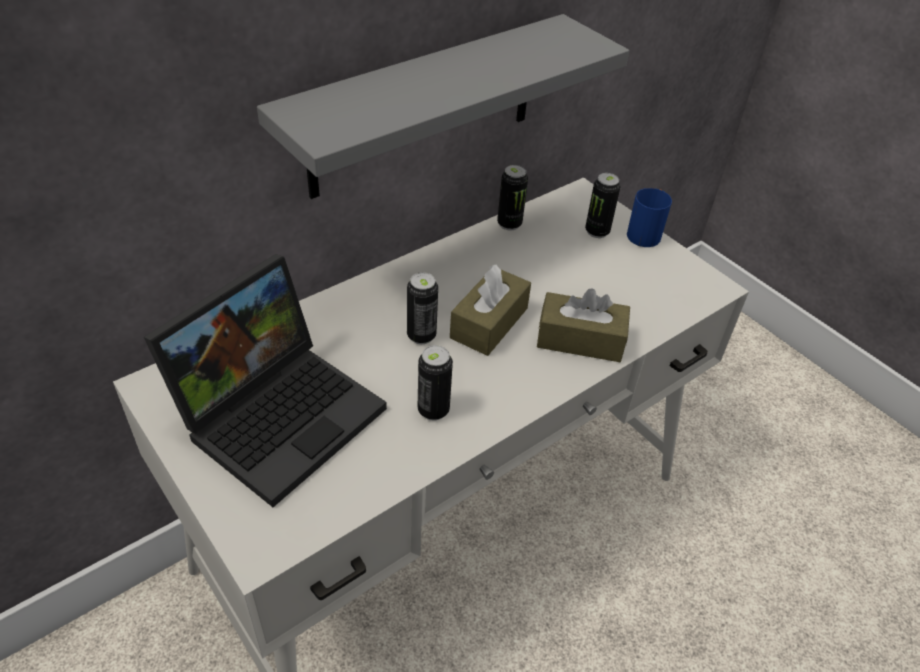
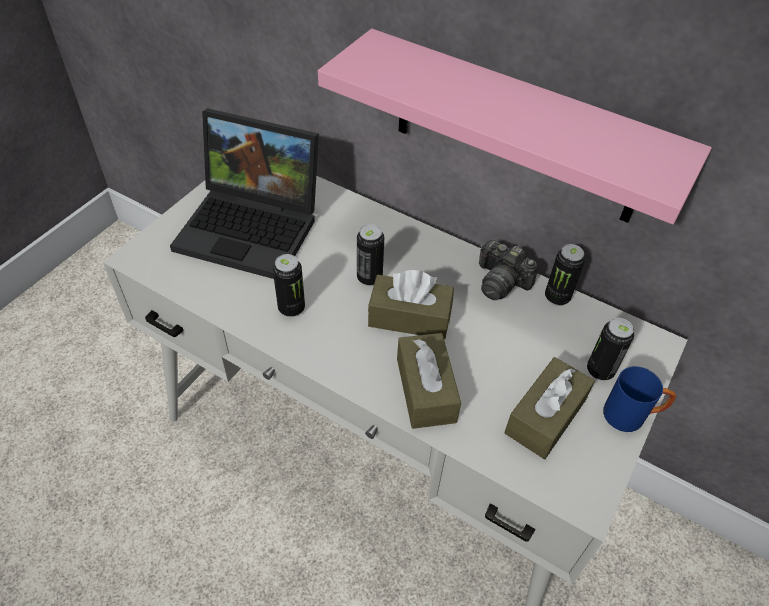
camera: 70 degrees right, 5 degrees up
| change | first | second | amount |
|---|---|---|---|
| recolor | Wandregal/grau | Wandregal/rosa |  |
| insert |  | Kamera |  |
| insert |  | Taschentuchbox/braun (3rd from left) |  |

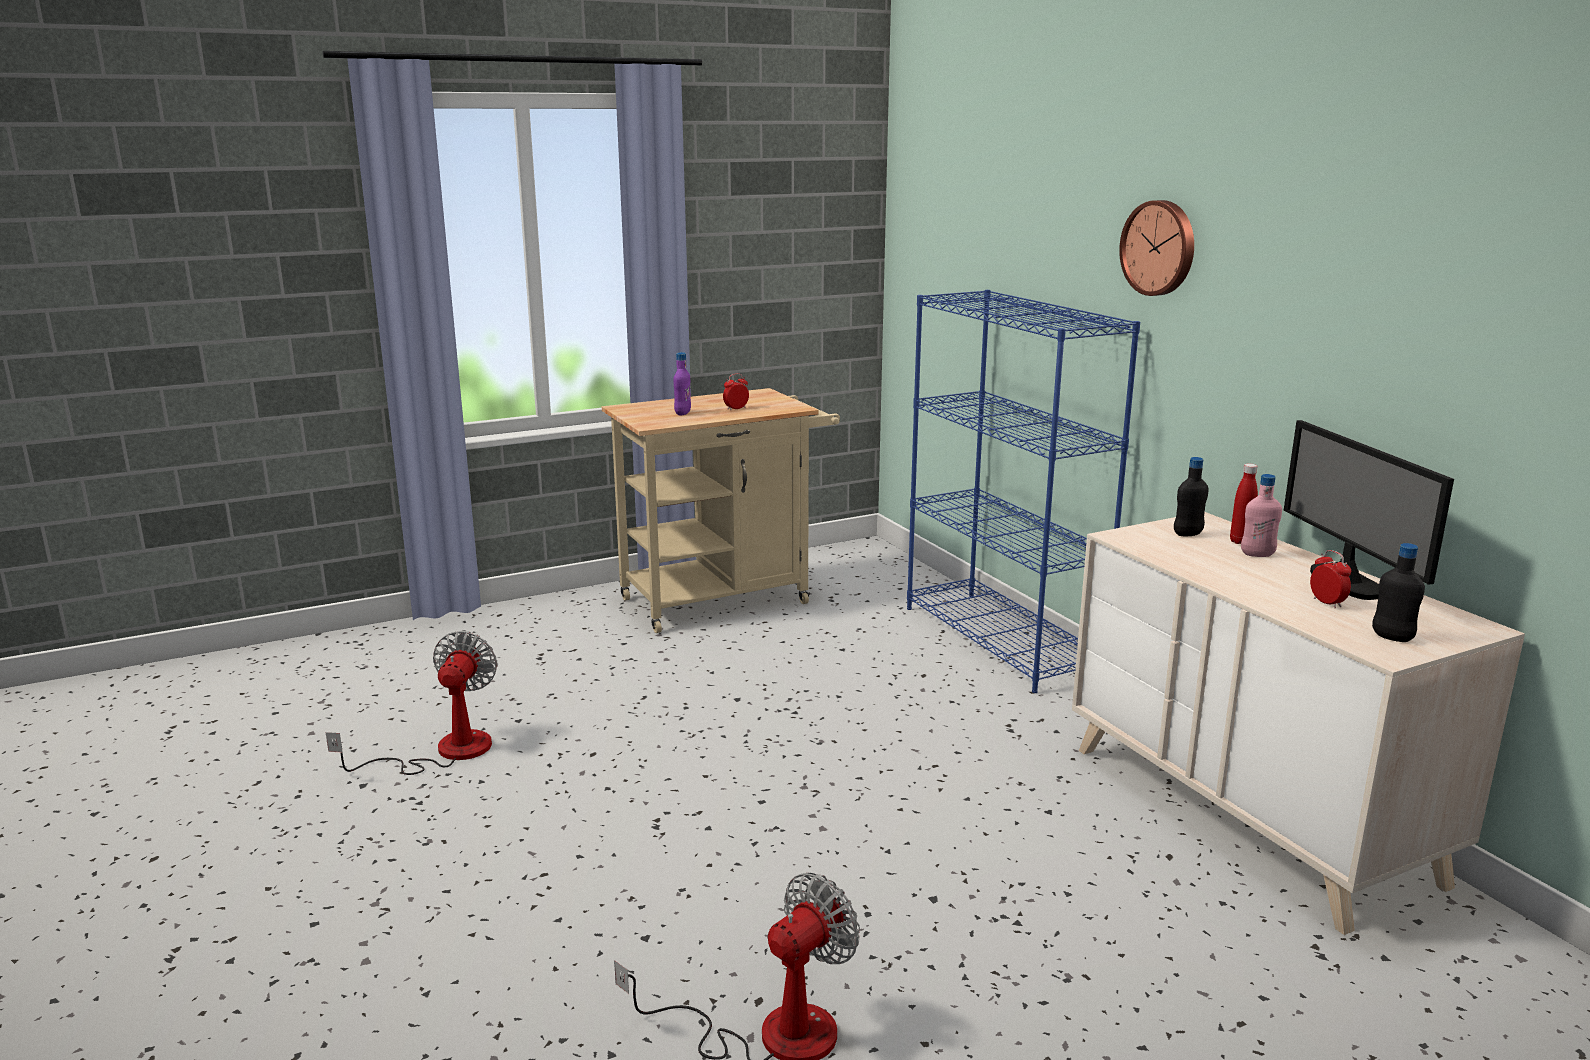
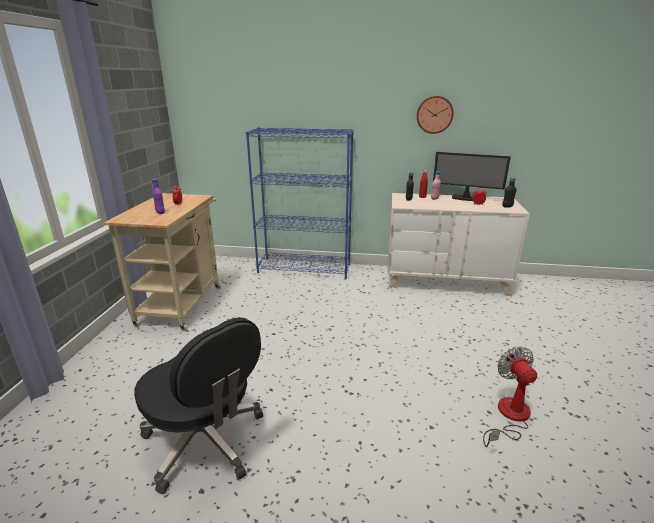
camera: 55 degrees left, 5 degrees up
| change | first | second | amount |
|---|---|---|---|
| replace | Ventilator (1st from left) | Bürostuhl/schwarz |  |
| move | Wanduhr |  |  |

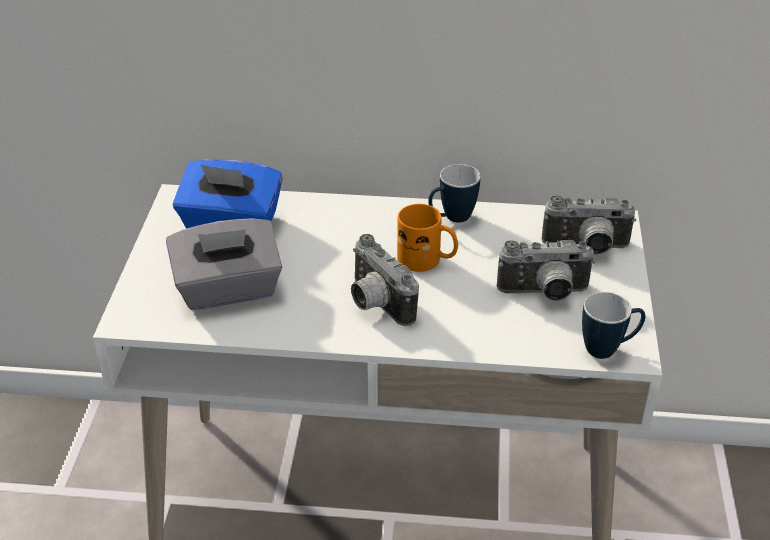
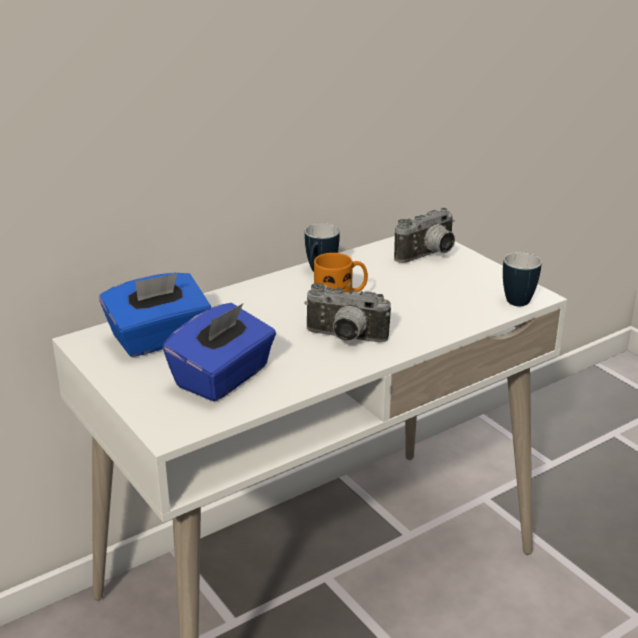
camera: 40 degrees left, 10 degrees down
| change | first | second | amount |
|---|---|---|---|
| recolor | Taschentuchbox/grau | Taschentuchbox/blau (2nd from left) |  |
| delete | Kamera (2nd from left) |  |  |

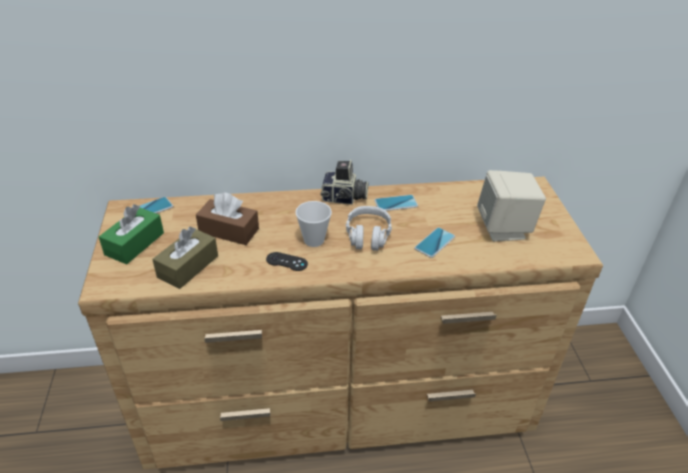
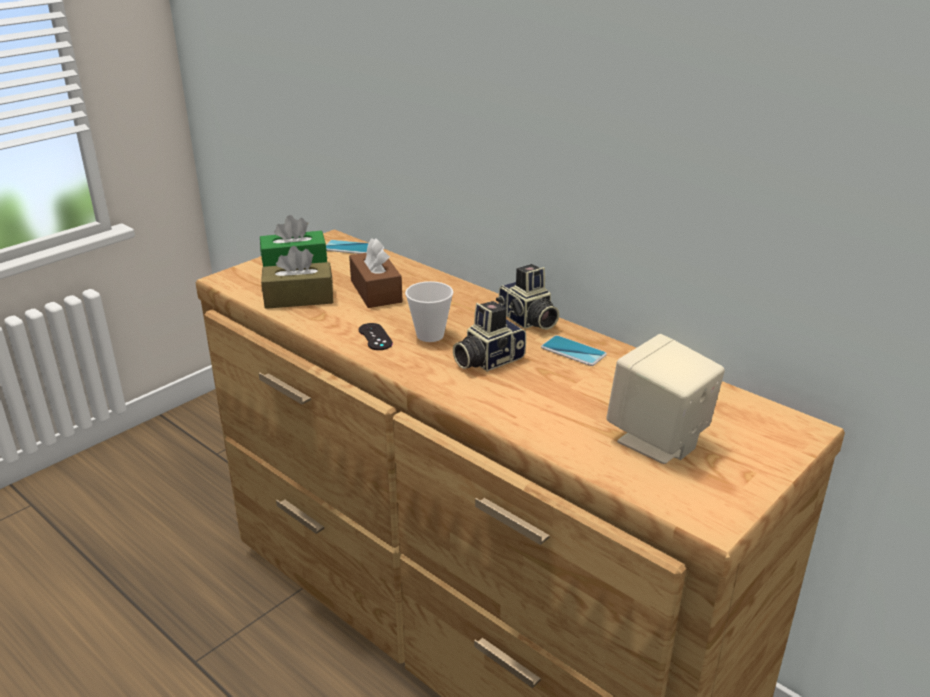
camera: 50 degrees right, 10 degrees down
| change | first | second | amount |
|---|---|---|---|
| replace | Kopfhörer/grau | Kamera (1st from left) |  |
| delete | Handy (3rd from left) |  |  |

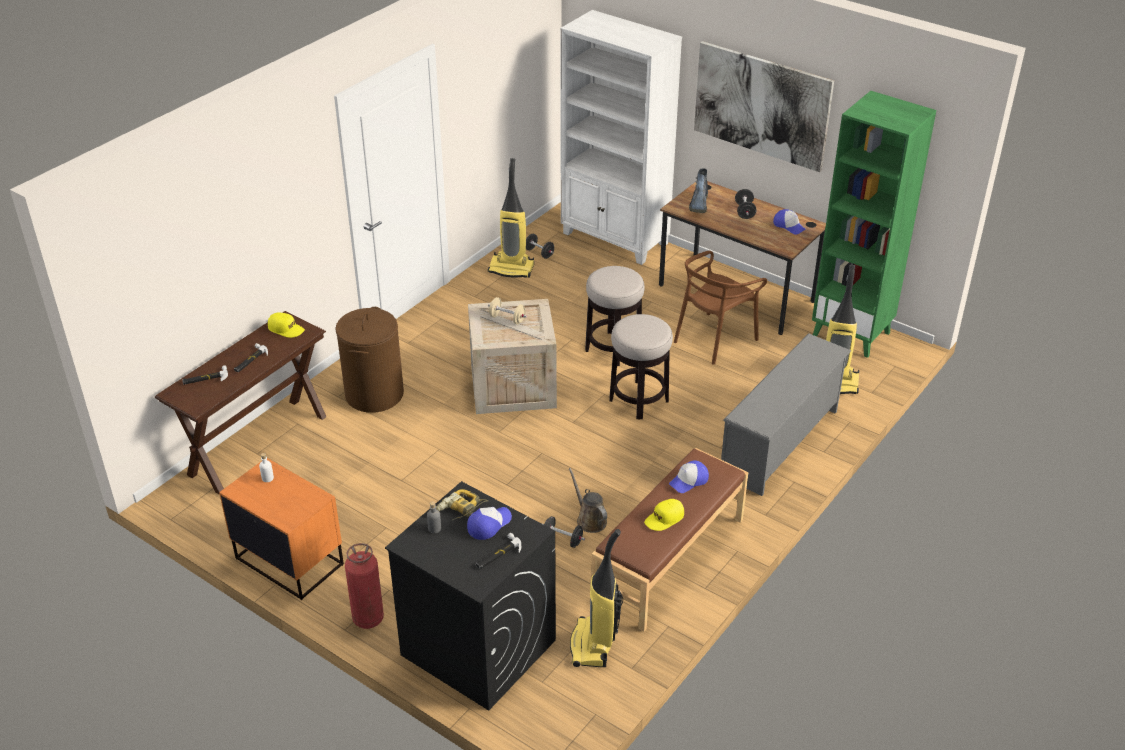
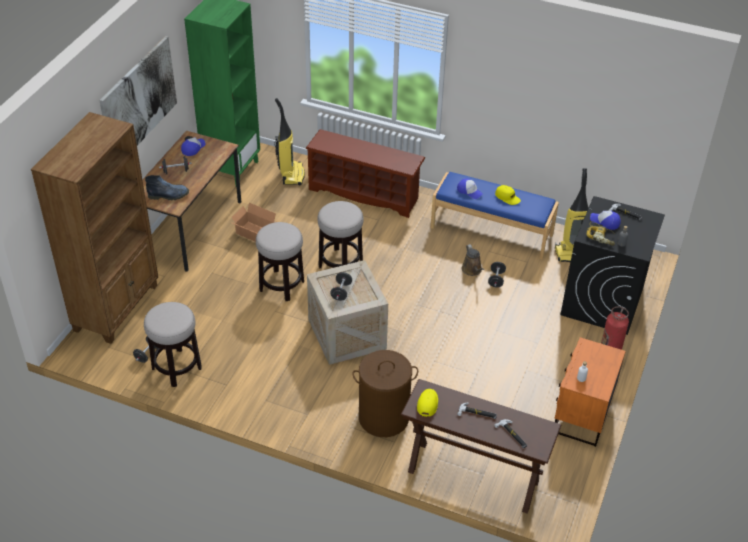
camera: 105 degrees left, 5 degrees up
| change | first | second | amount |
|---|---|---|---|
| recolor | Bücherregal/weiß | Bücherregal/braun |  |
| replace | Staubsauger (1st from left) | Hocker (1st from left) |  |
| replace | Stuhl/braun | Karton |  |
| recolor | Schuhregal/grau | Schuhregal/braun |  |
| recolor | Hantel/beige | Hantel/schwarz (3rd from left) |  |
| recolor | Bank/braun | Bank/blau |  |
| rotate | Gießkanne/braun |  | 60 degrees counterclockwise |

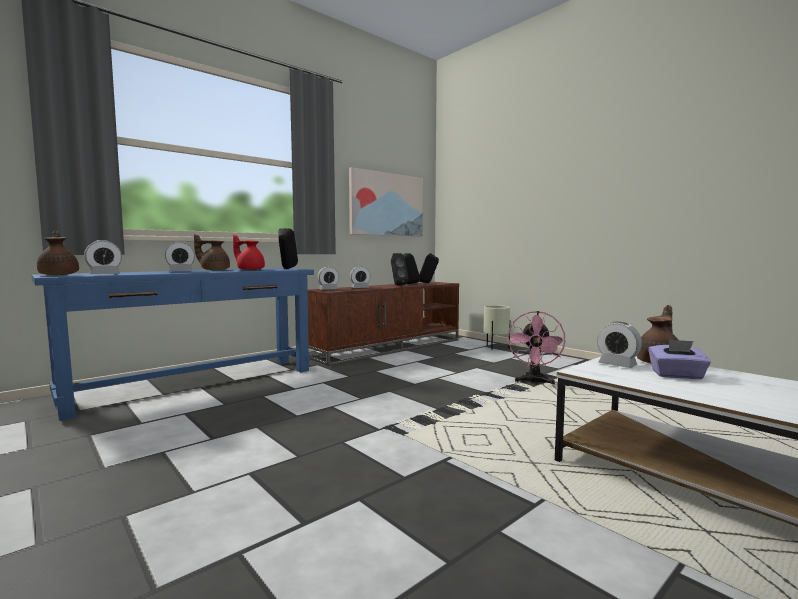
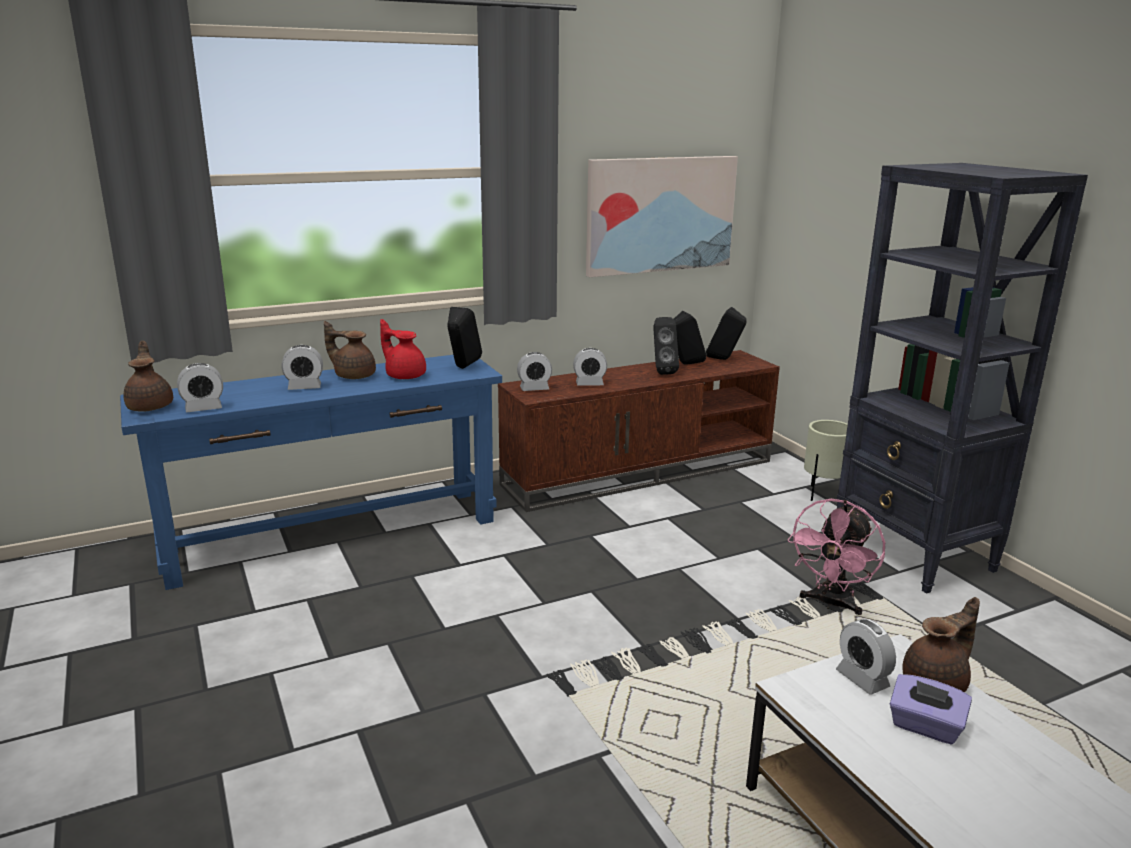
camera: 15 degrees right, 15 degrees up
| change | first | second | amount |
|---|---|---|---|
| insert |  | Bücherregal/schwarz |  |

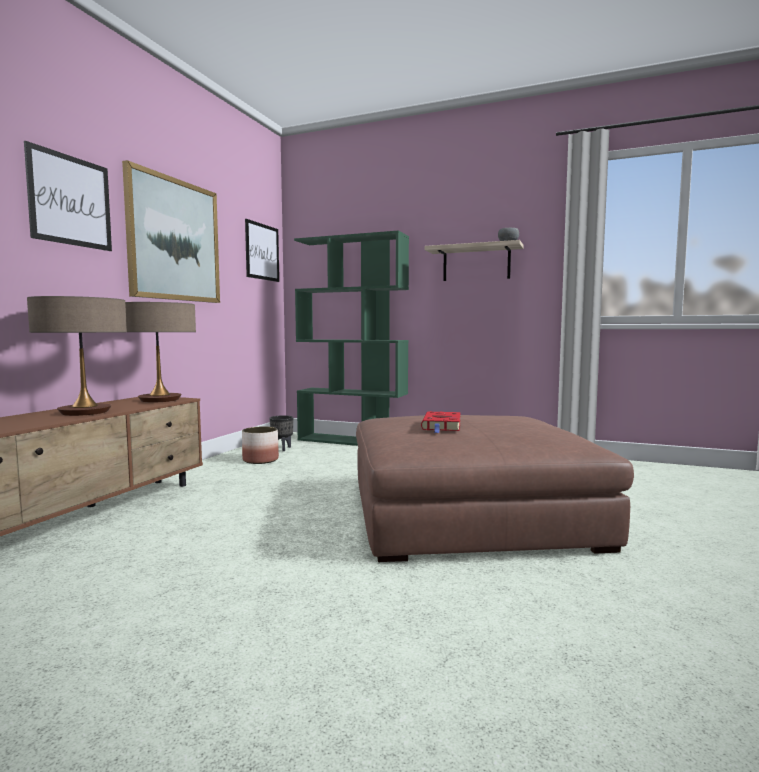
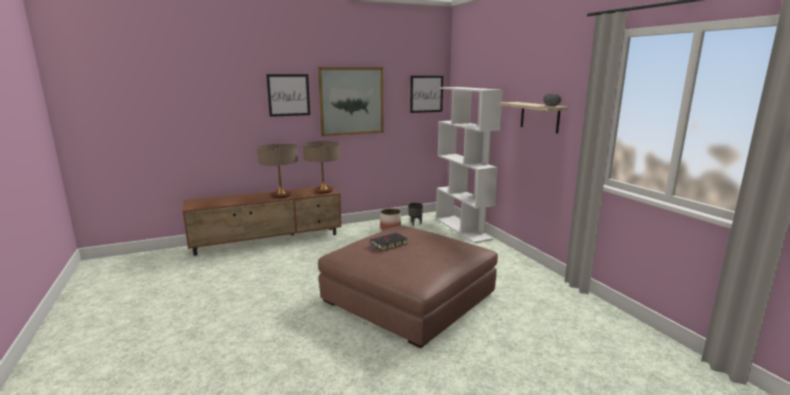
camera: 45 degrees right, 10 degrees up
| change | first | second | amount |
|---|---|---|---|
| recolor | Buch/rot | Buch/schwarz |  |
| recolor | Bücherregal/grün | Bücherregal/weiß |  |

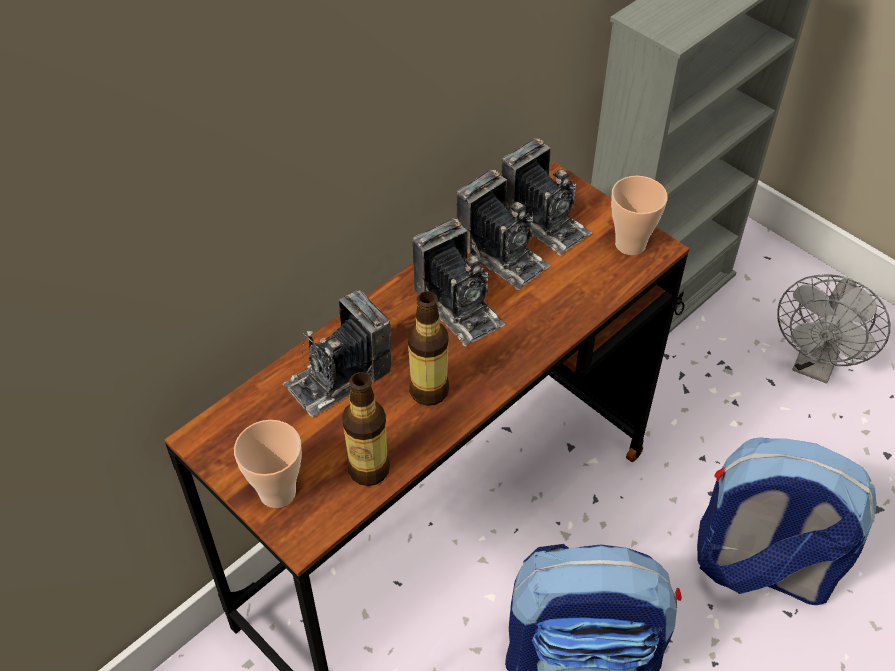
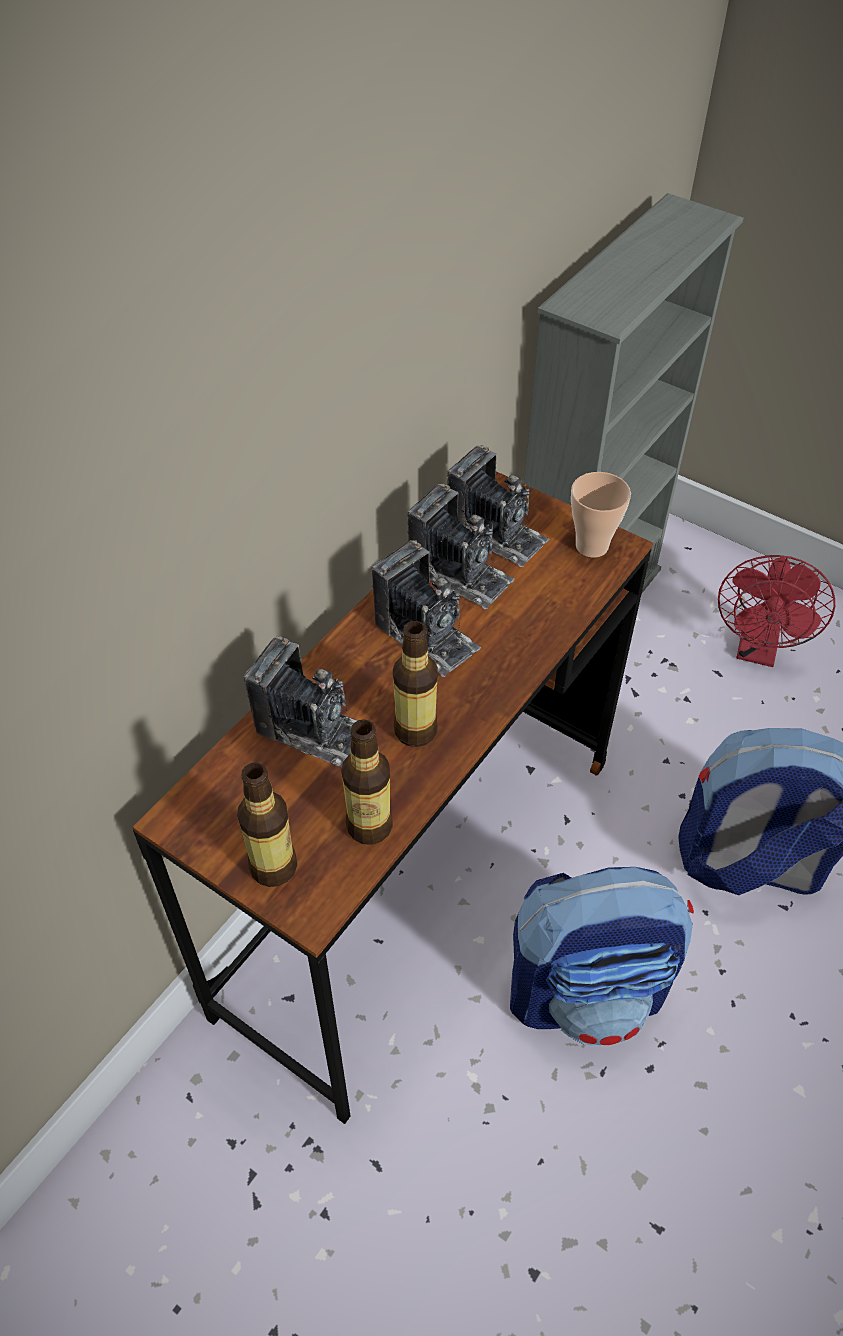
camera: 10 degrees left, 0 degrees up
| change | first | second | amount |
|---|---|---|---|
| replace | Tasse (1st from left) | Flasche (1st from left) |  |
| rotate | Kamera (1st from left) |  | 105 degrees counterclockwise |
| recolor | Ventilator/grau | Ventilator/rot |  |

